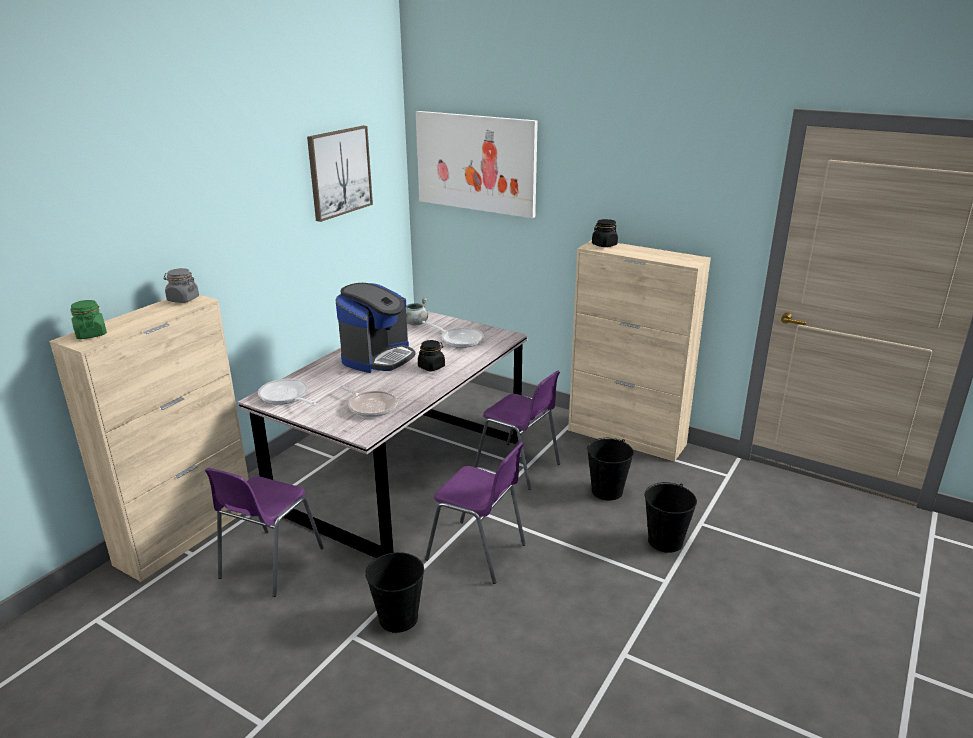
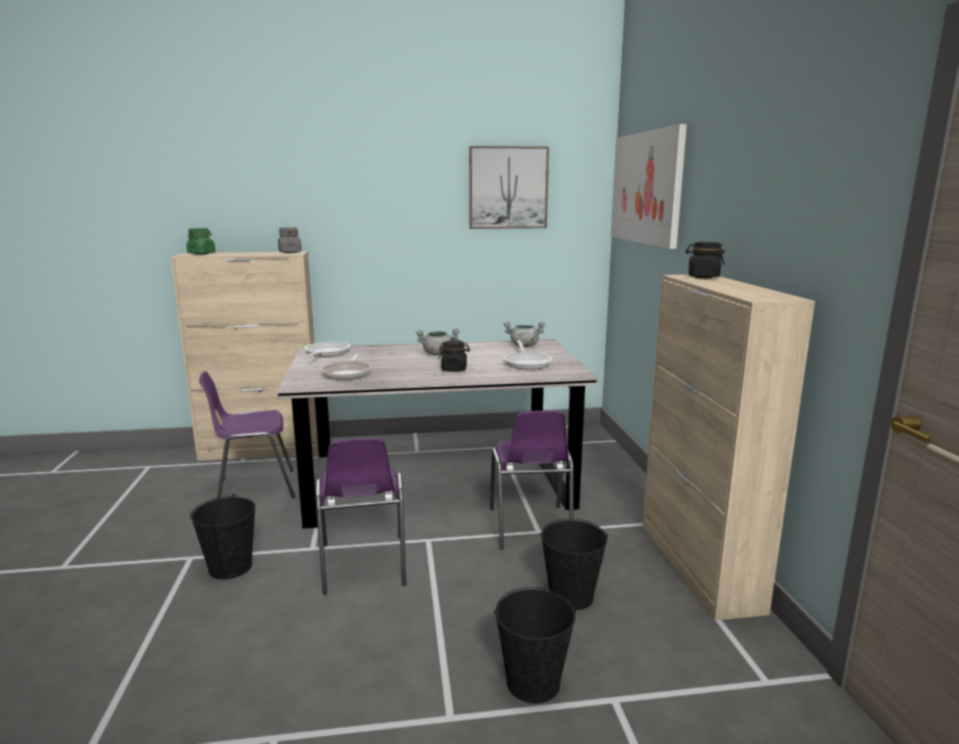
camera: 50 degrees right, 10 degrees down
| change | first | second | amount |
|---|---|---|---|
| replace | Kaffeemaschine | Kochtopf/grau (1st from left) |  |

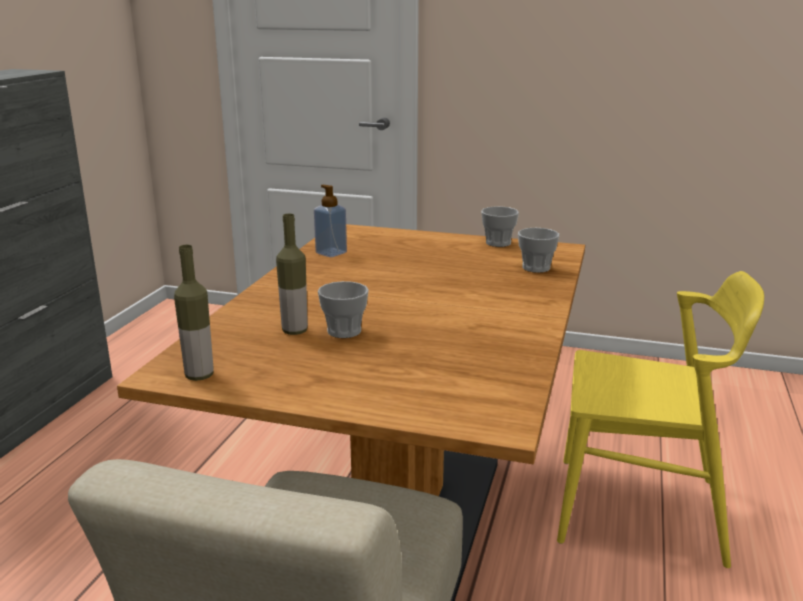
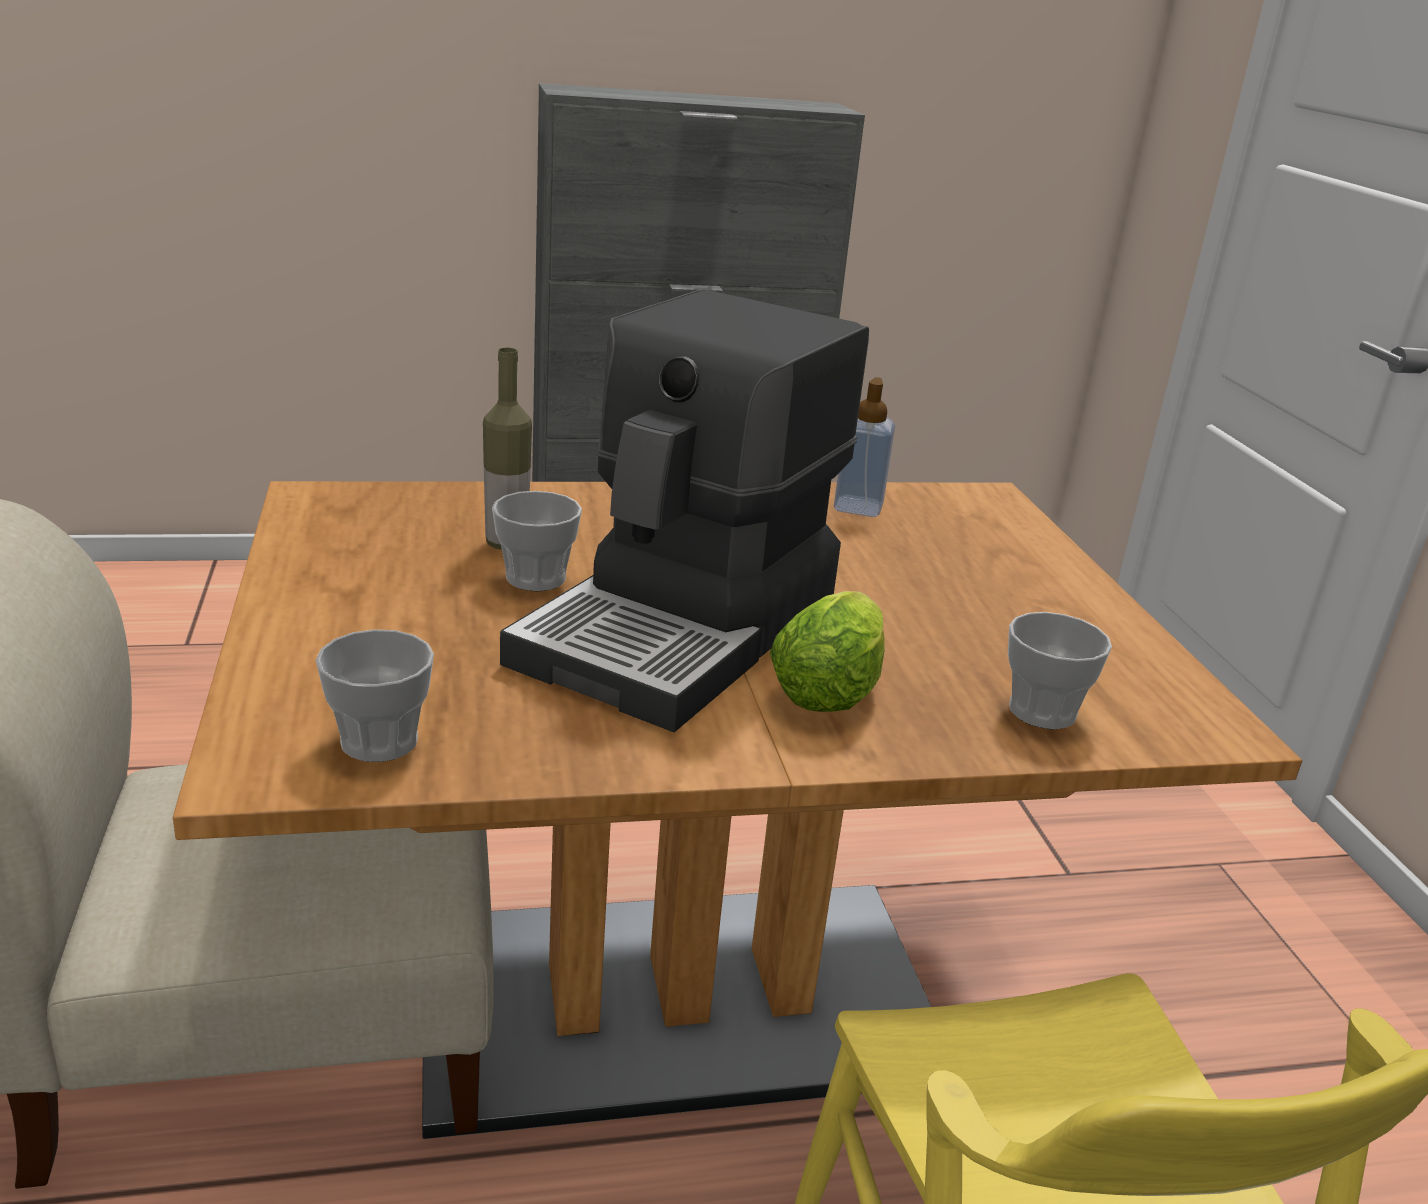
camera: 60 degrees right, 5 degrees up
| change | first | second | amount |
|---|---|---|---|
| move | Tasse (2nd from left in the first image) | Tasse (1st from left) |  |
| insert |  | Kaffeemaschine |  |
| insert |  | Salatkopf |  |
| delete | Flasche (1st from left) |  |  |

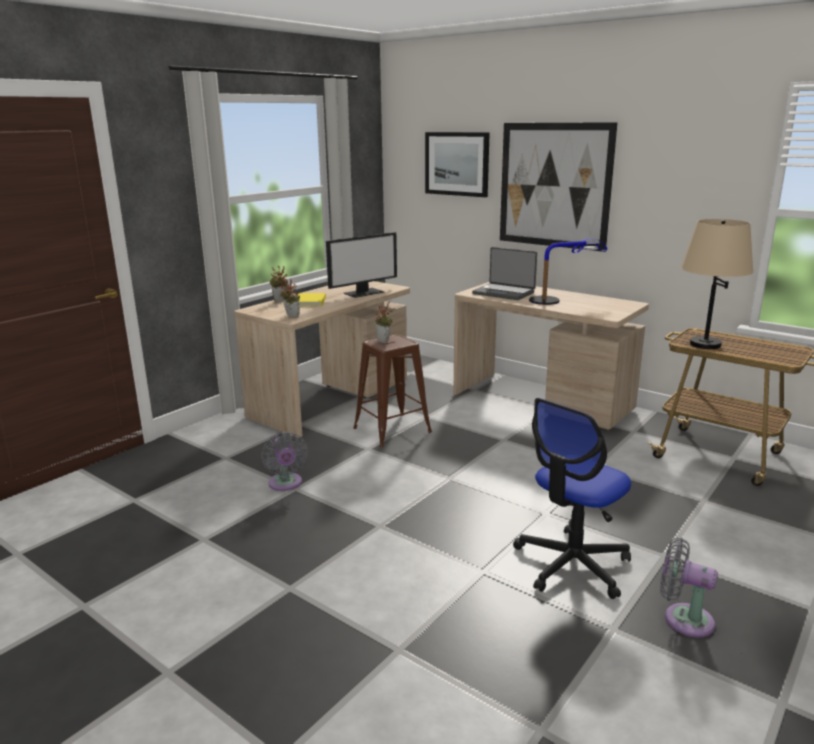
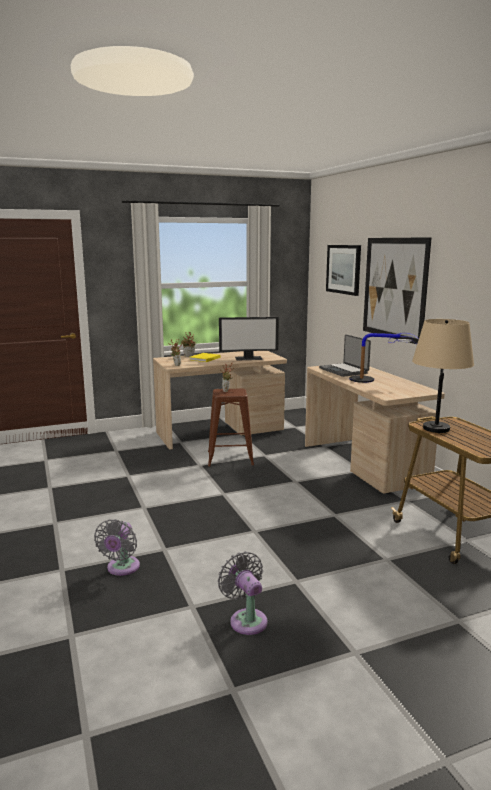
camera: 30 degrees right, 5 degrees down
| change | first | second | amount |
|---|---|---|---|
| move | Ventilator/grau (1st from left) |  |  |
| delete | Bürostuhl |  |  |

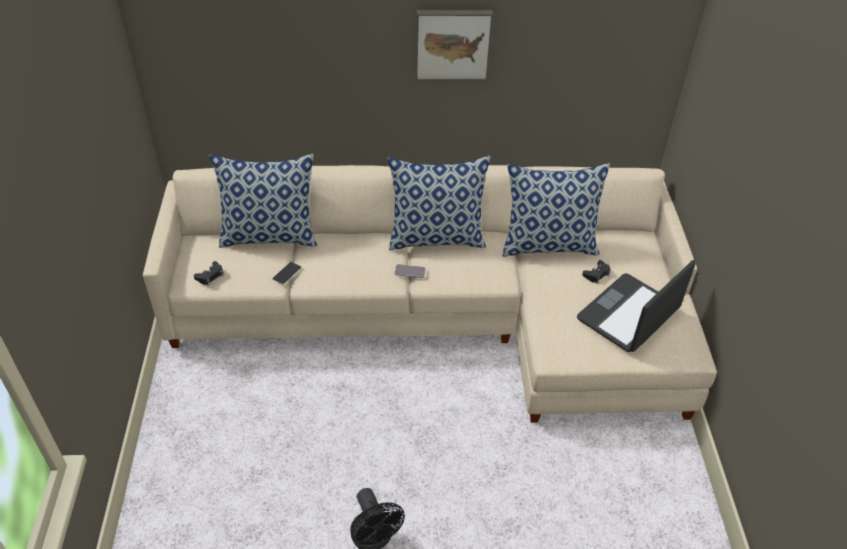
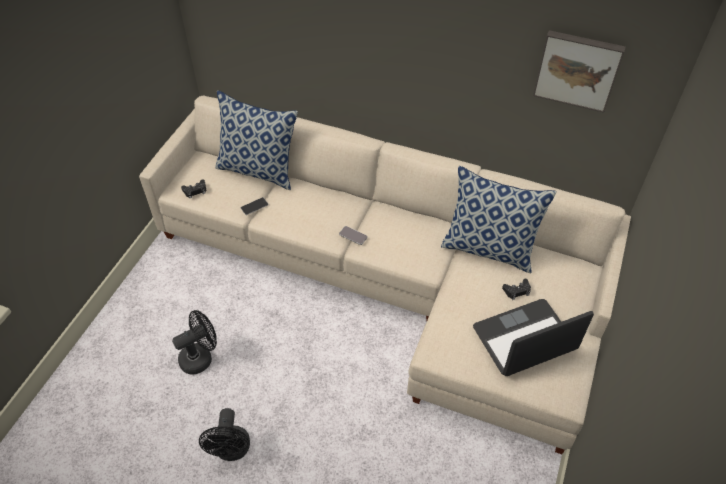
camera: 25 degrees right, 5 degrees up
| change | first | second | amount |
|---|---|---|---|
| insert |  | Ventilator/schwarz (1st from left) |  |
| move | Bild |  |  |
| delete | Kissen (2nd from left) |  |  |

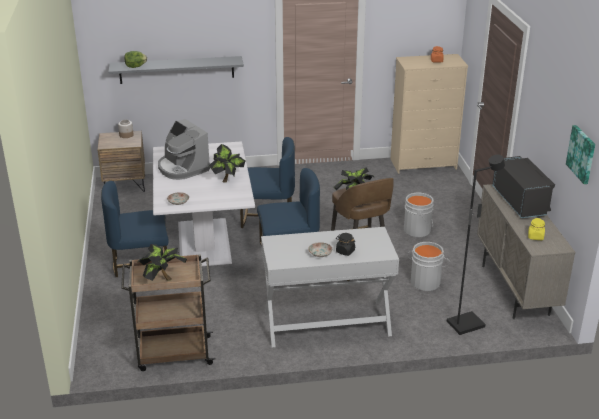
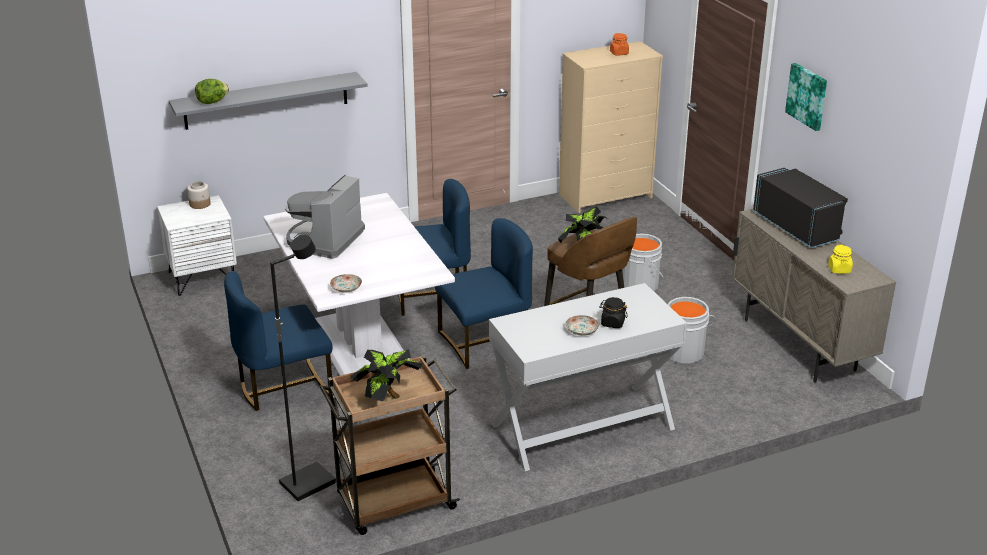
camera: 15 degrees left, 0 degrees up
| change | first | second | amount |
|---|---|---|---|
| recolor | Nachttisch/braun | Nachttisch/weiß |  |
| move | Stehlampe/schwarz |  |  |
| rotate | Kaffeemaschine |  | 75 degrees clockwise |
| move | Bild |  |  |
| delete | Topfpflanze (2nd from left) |  |  |

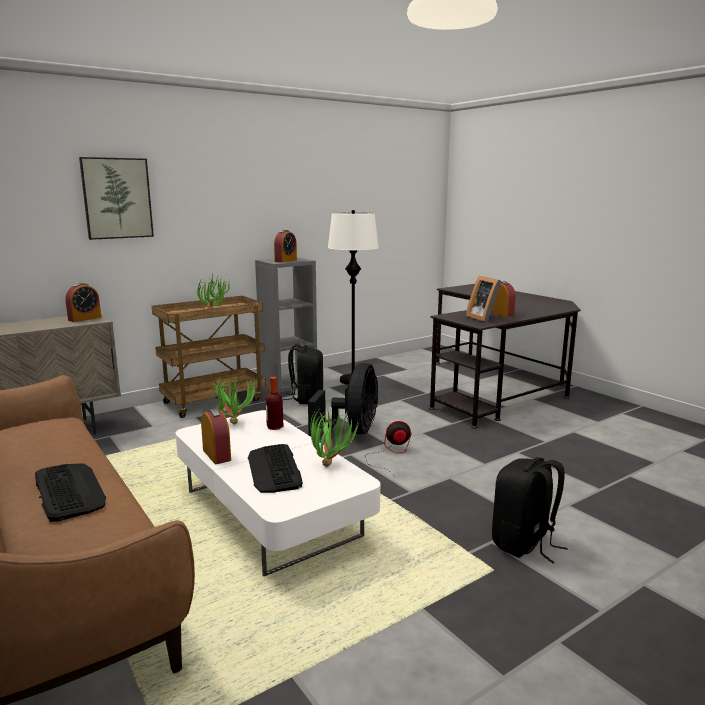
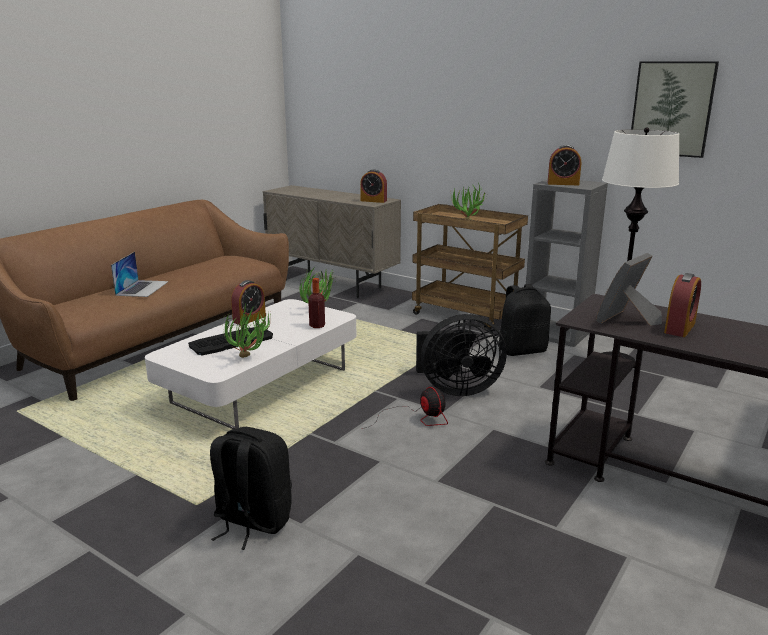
camera: 70 degrees right, 5 degrees up
| change | first | second | amount |
|---|---|---|---|
| replace | Tastatur (1st from left) | Laptop |  |
| move | Bild |  |  |

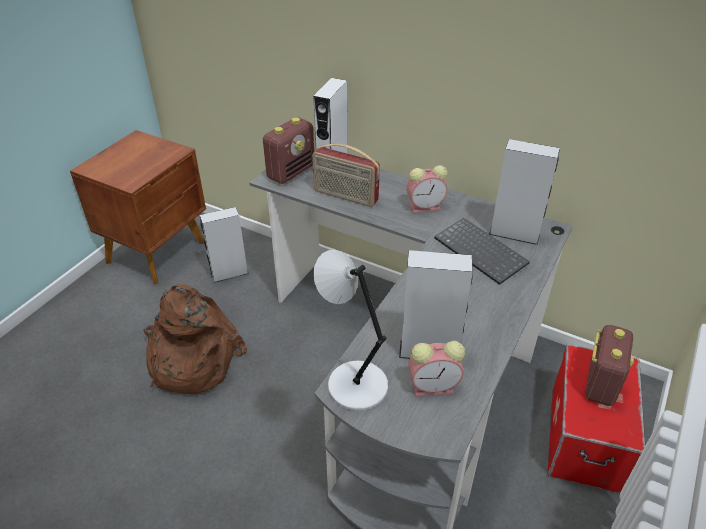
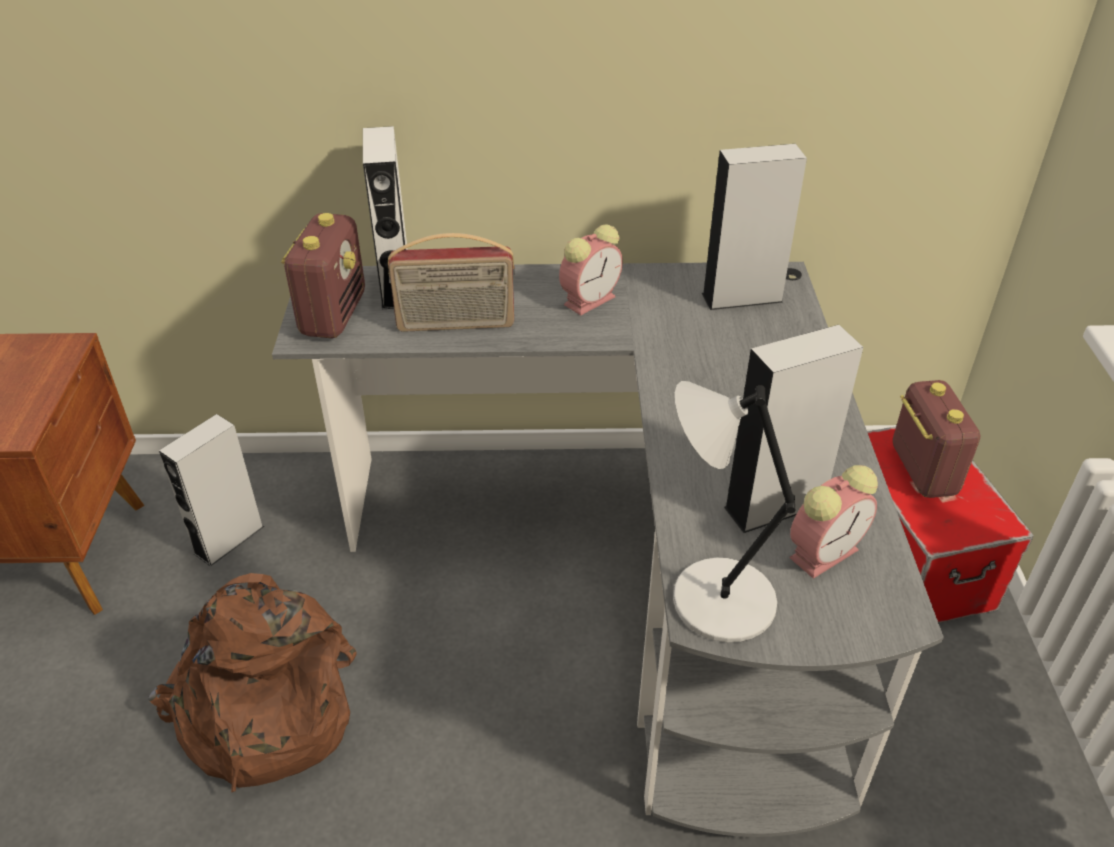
camera: 30 degrees left, 0 degrees up
| change | first | second | amount |
|---|---|---|---|
| delete | Tastatur |  |  |

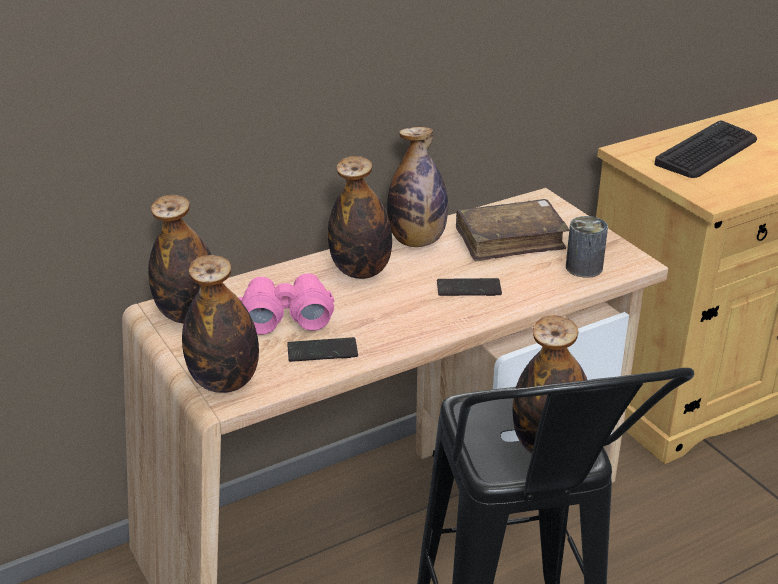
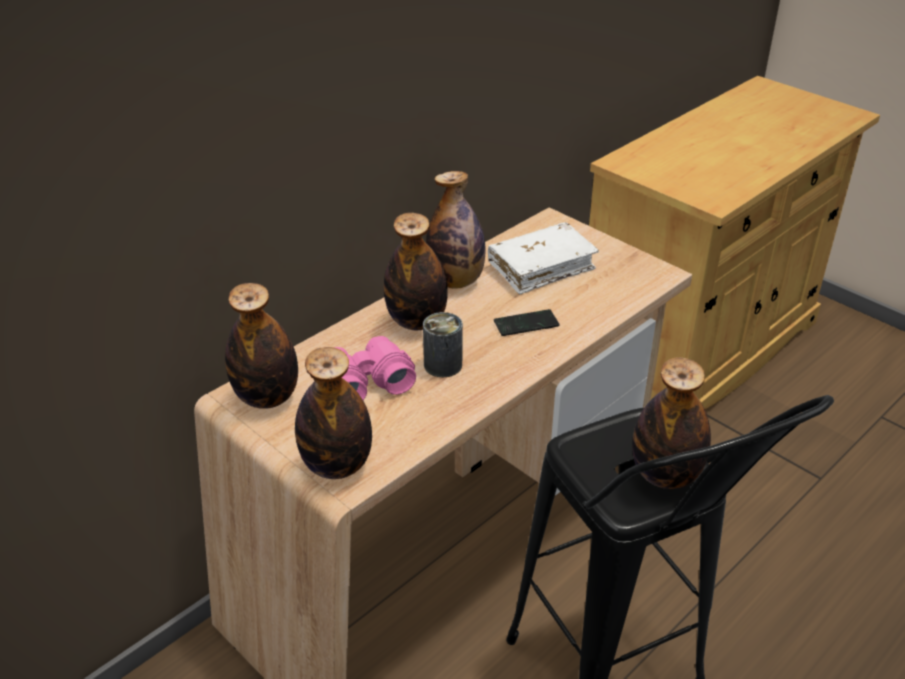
camera: 15 degrees left, 5 degrees up
| change | first | second | amount |
|---|---|---|---|
| move | Dose |  |  |
| recolor | Buch/braun | Buch/weiß |  |
| delete | Handy (1st from left) |  |  |
| delete | Tastatur |  |  |

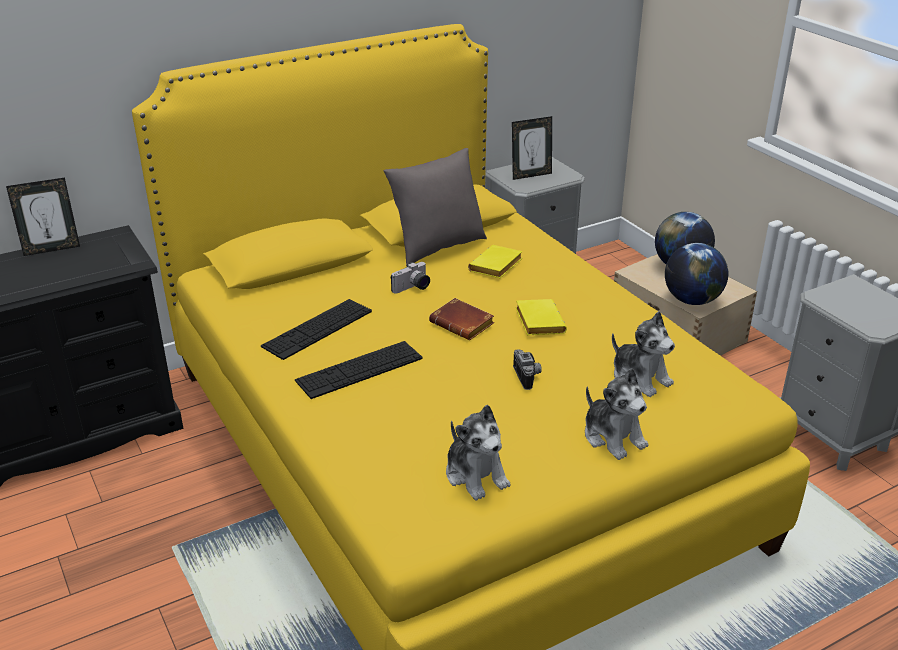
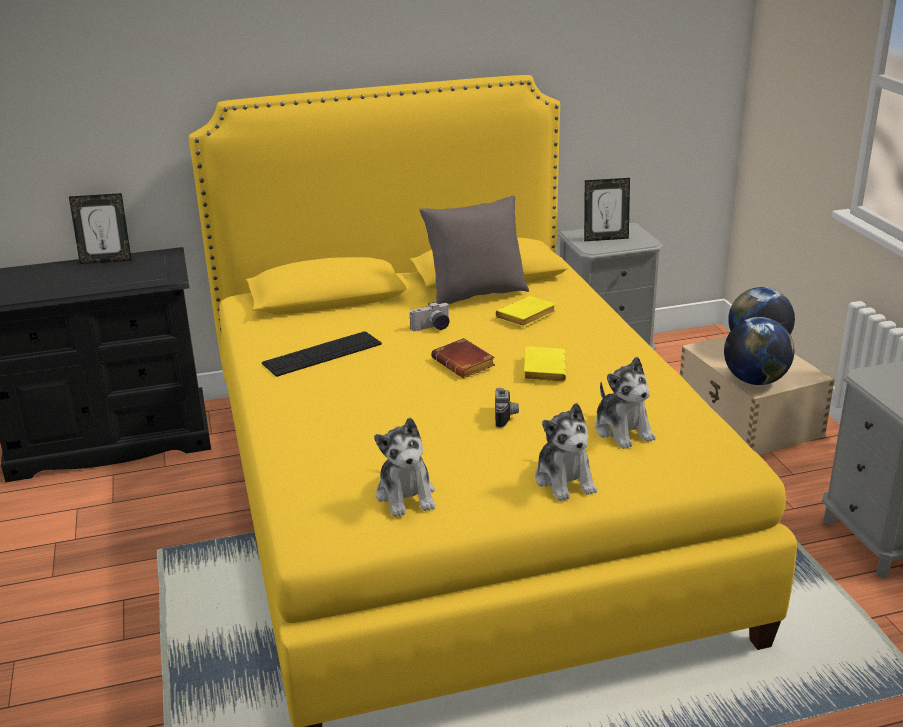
camera: 15 degrees right, 5 degrees down
| change | first | second | amount |
|---|---|---|---|
| delete | Tastatur (2nd from left) |  |  |

